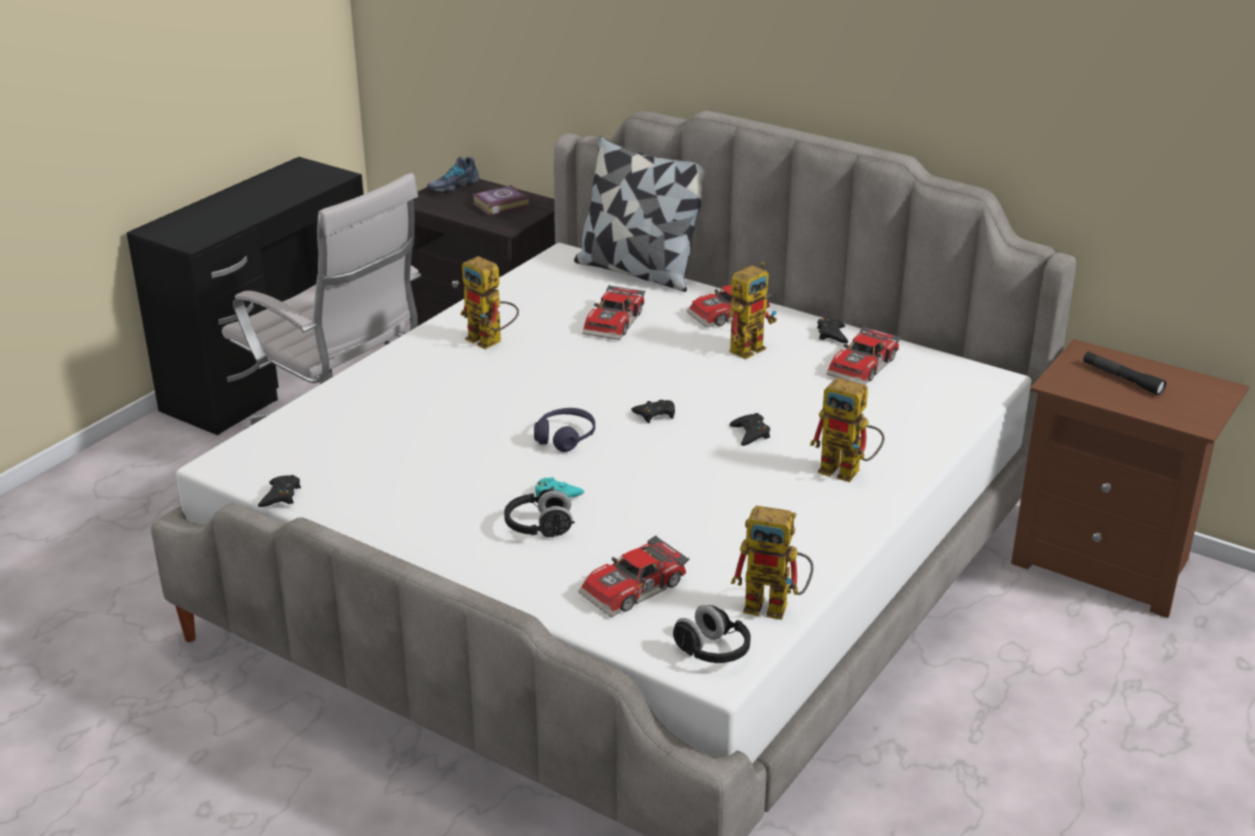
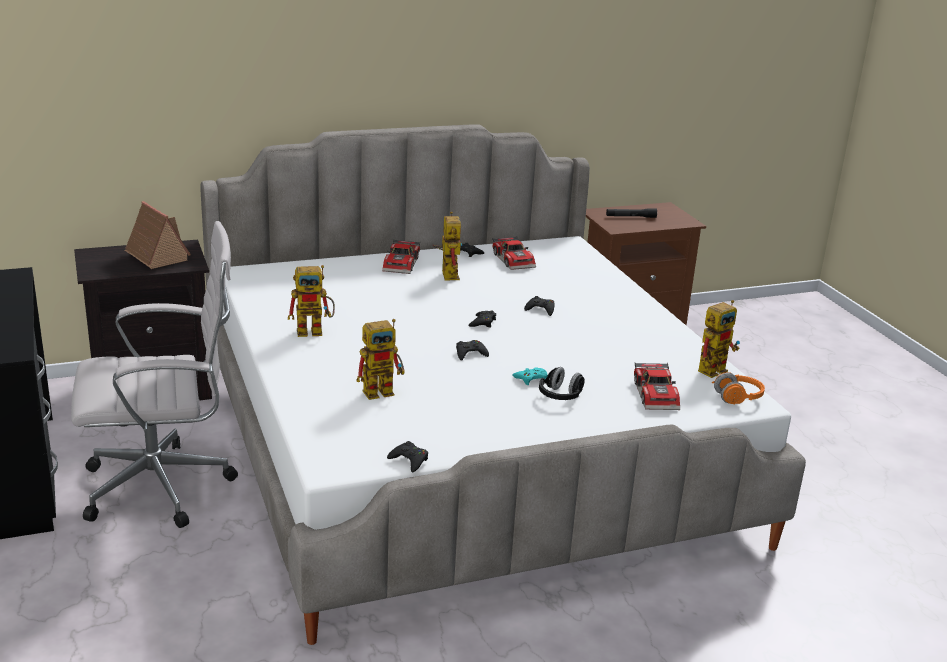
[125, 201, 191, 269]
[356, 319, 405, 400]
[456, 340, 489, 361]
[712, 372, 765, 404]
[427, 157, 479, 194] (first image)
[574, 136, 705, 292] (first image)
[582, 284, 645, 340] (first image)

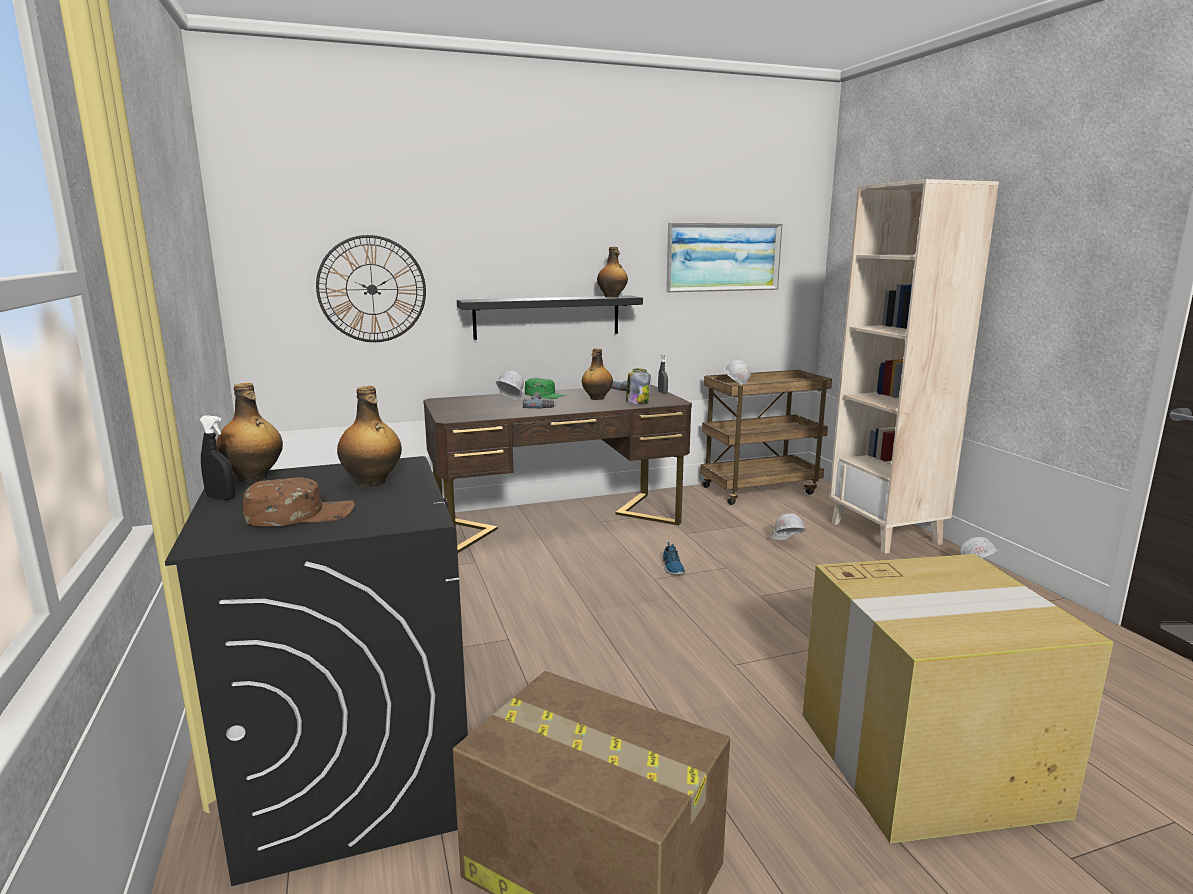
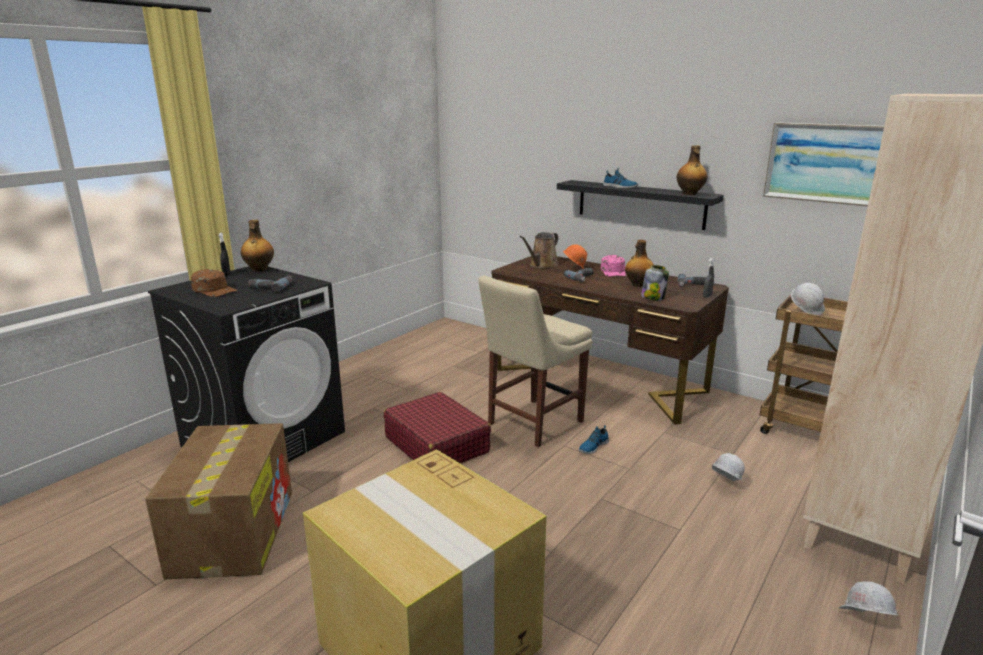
[248, 276, 293, 292]
[384, 392, 491, 464]
[478, 275, 593, 448]
[520, 232, 559, 268]
[563, 244, 587, 269]
[601, 255, 627, 276]
[603, 168, 638, 189]
[316, 235, 426, 342] (first image)

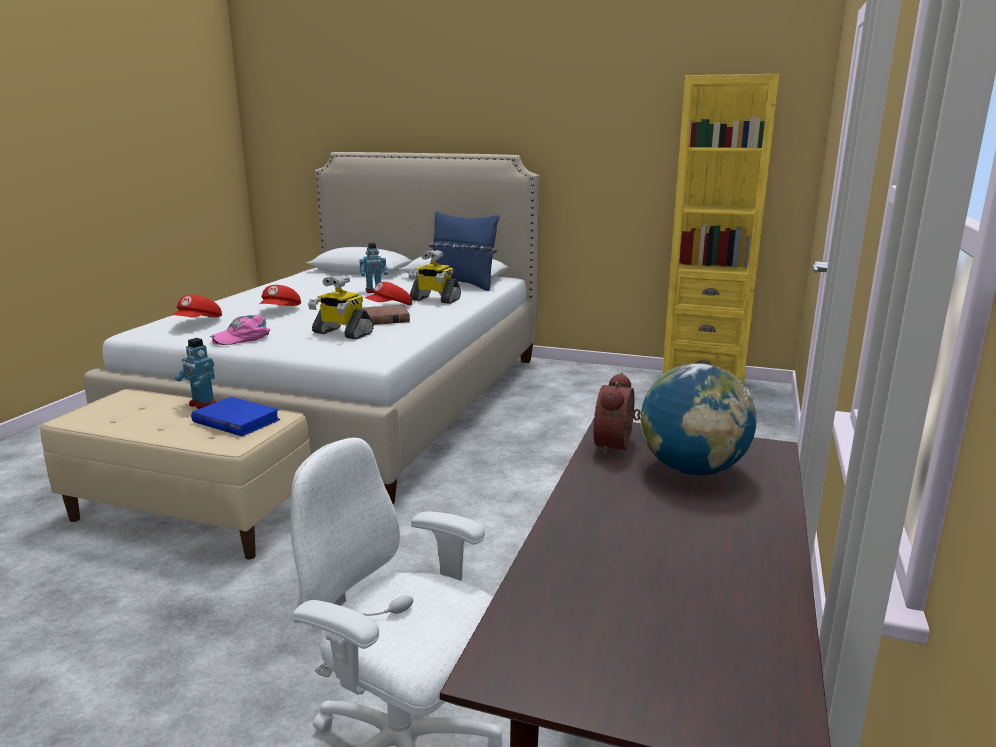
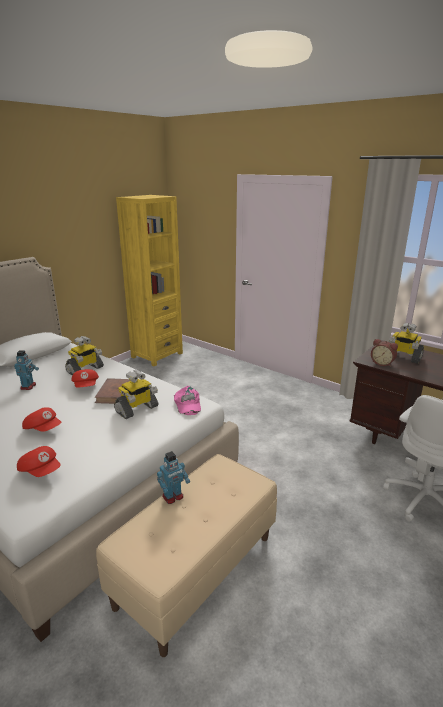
[174, 386, 201, 415]
[389, 323, 424, 364]
[191, 397, 280, 437] (first image)
[428, 211, 500, 291] (first image)

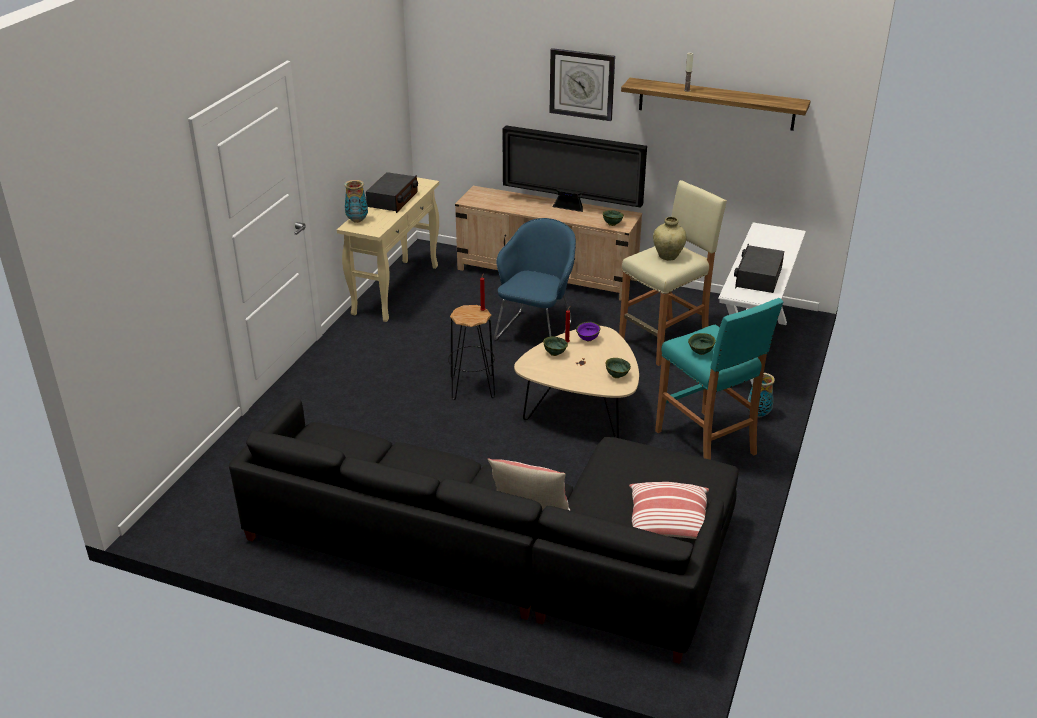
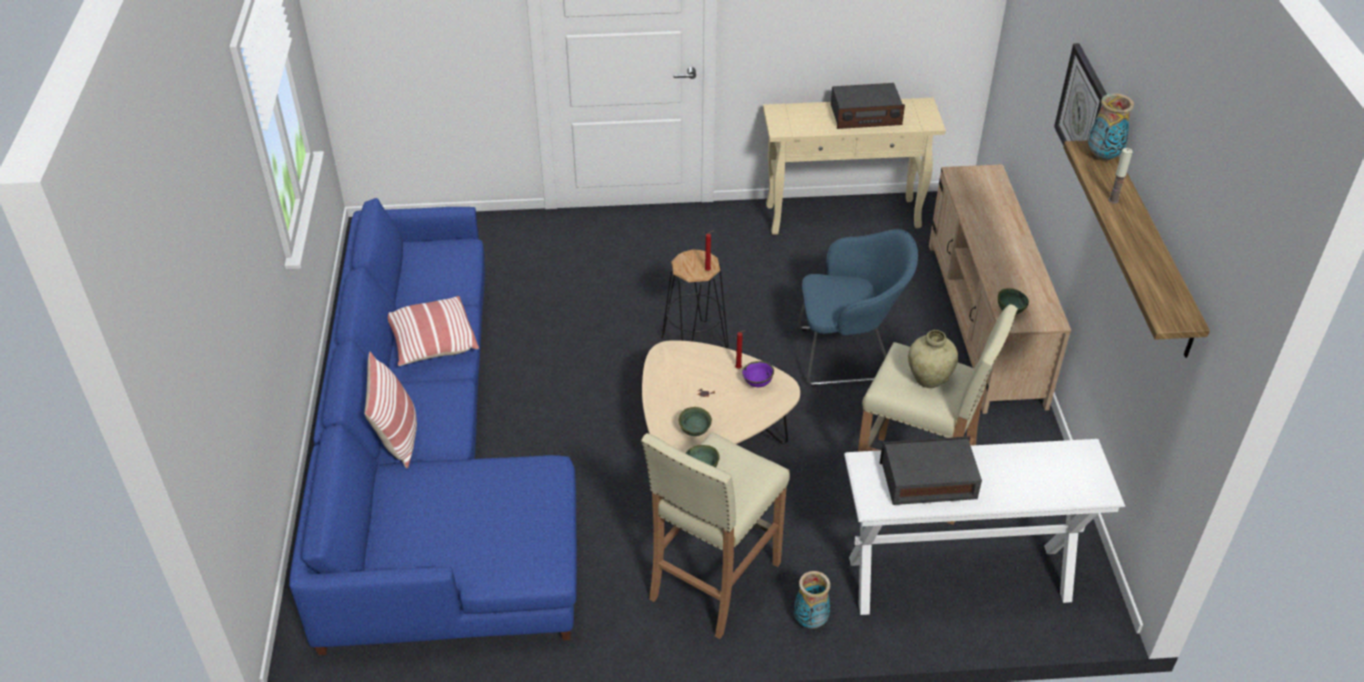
[289, 198, 577, 655]
[388, 296, 479, 366]
[641, 432, 790, 639]
[1088, 93, 1134, 161]
[502, 126, 647, 212] (first image)
[543, 336, 568, 356] (first image)

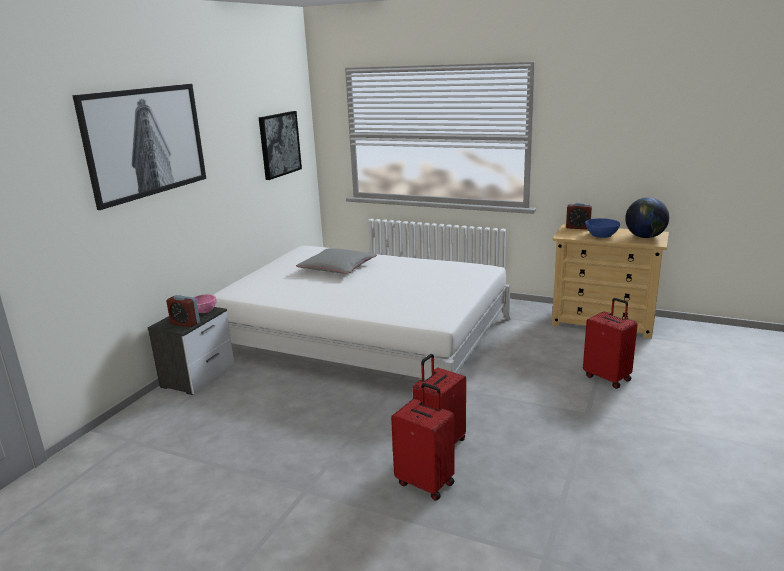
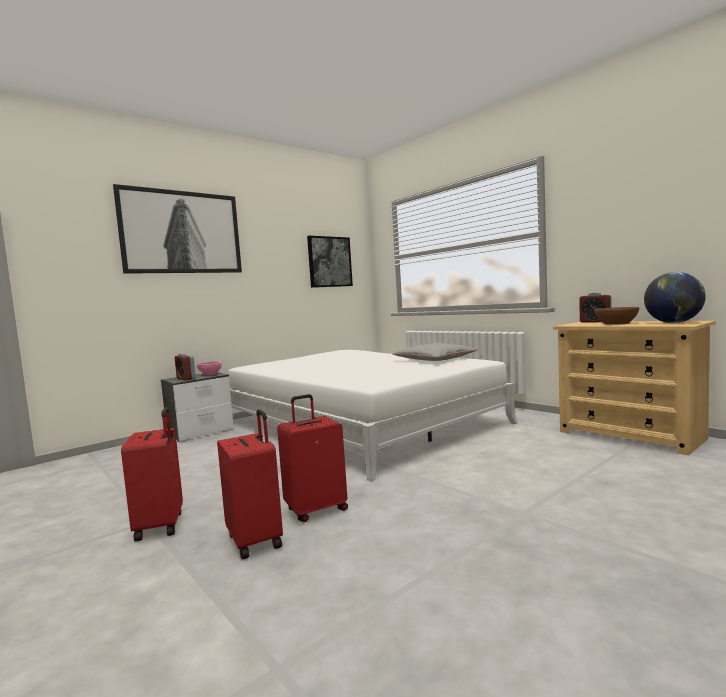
[121, 407, 183, 541]
[392, 343, 478, 361]
[595, 307, 639, 325]

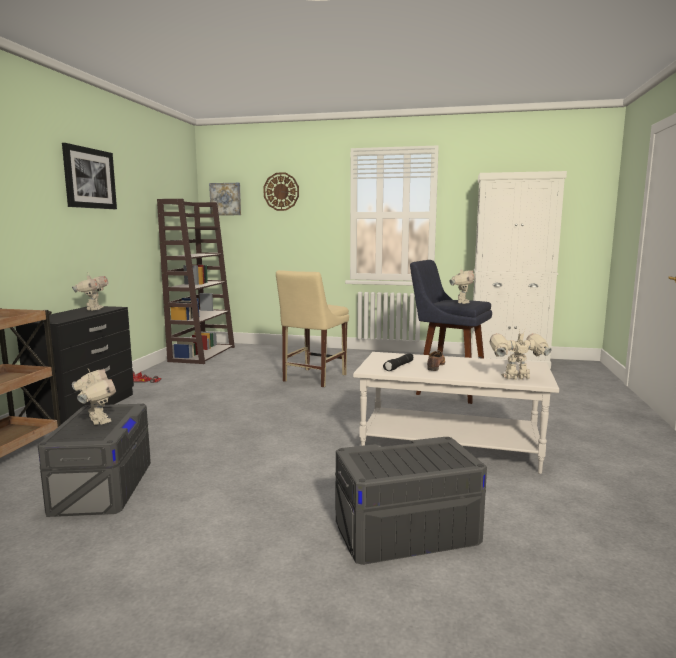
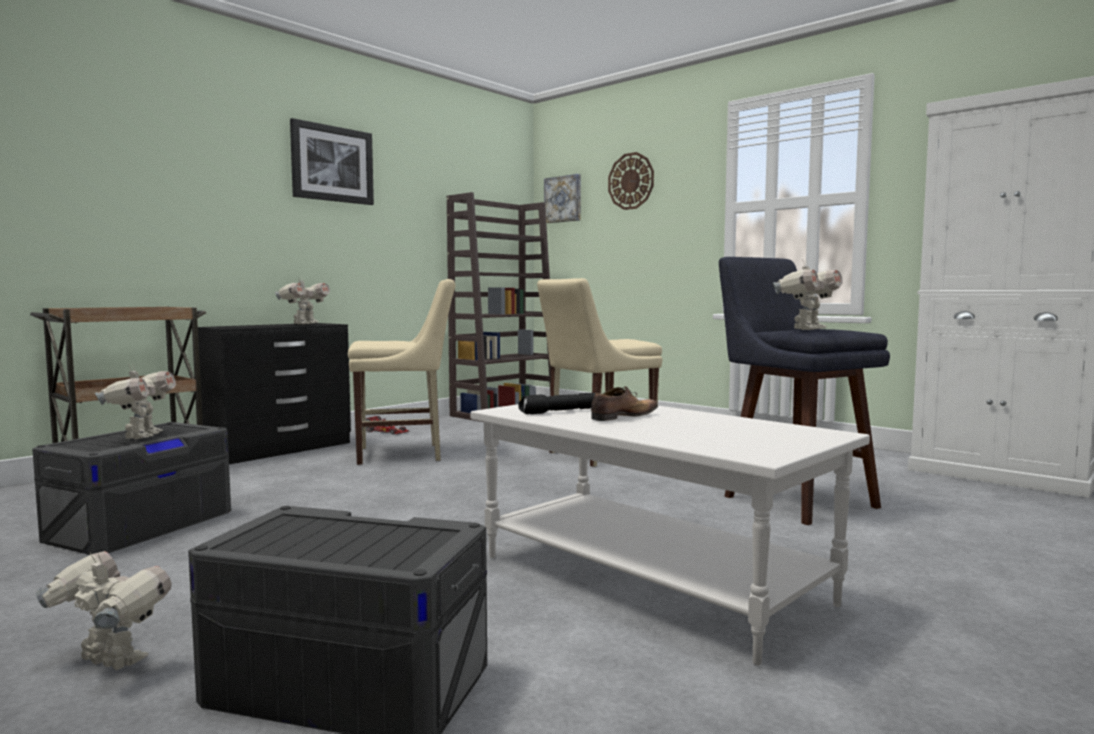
[36, 551, 172, 671]
[348, 279, 455, 465]

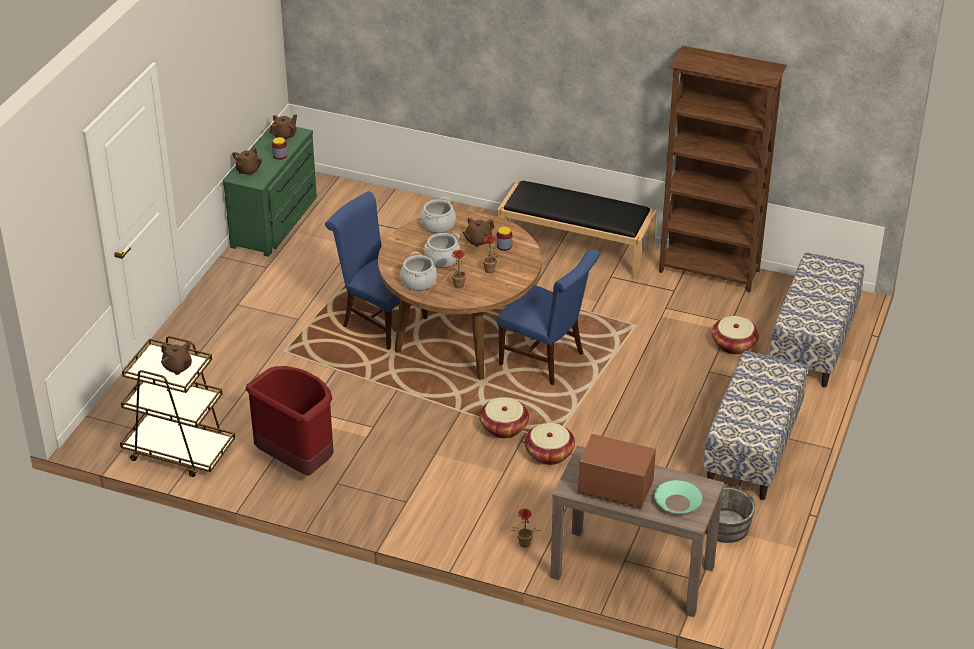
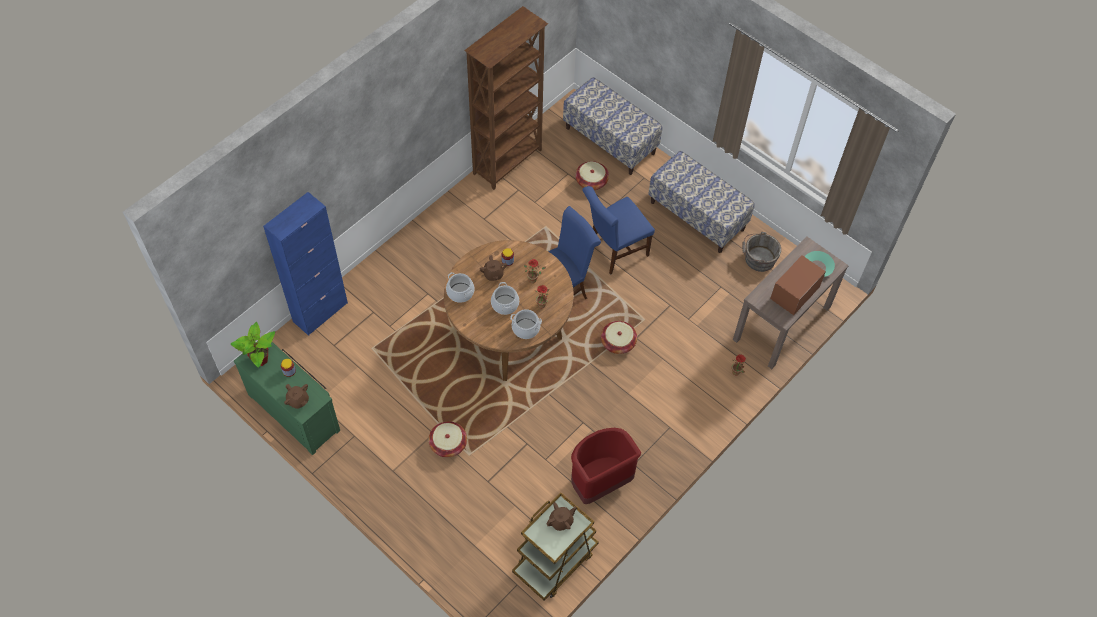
[231, 322, 275, 368]
[263, 192, 348, 336]
[429, 421, 467, 458]
[582, 186, 655, 274]
[497, 181, 657, 279] (first image)

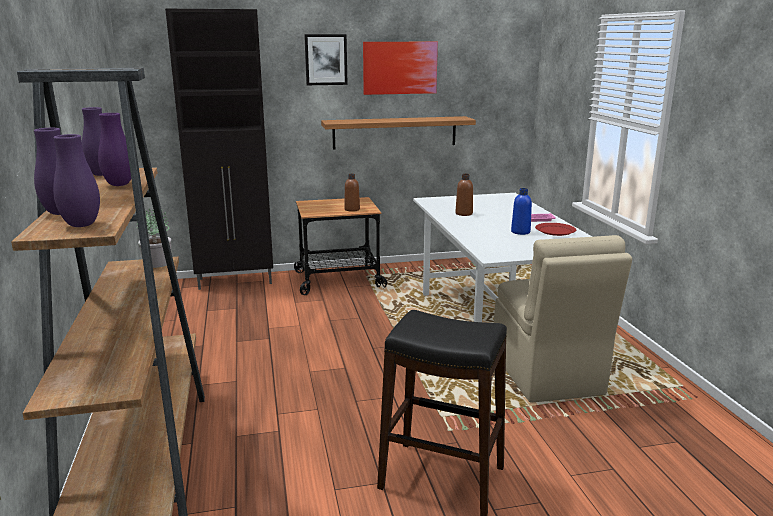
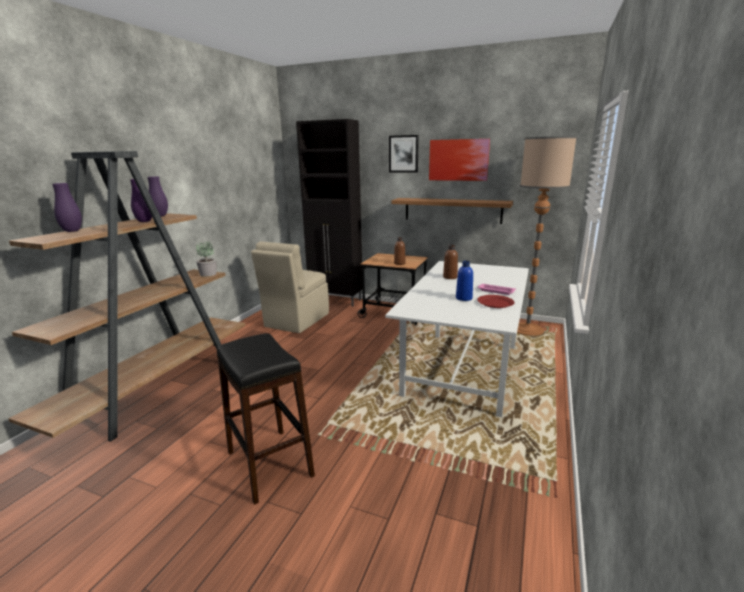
[251, 241, 329, 333]
[517, 136, 577, 336]
[53, 134, 100, 227] (first image)

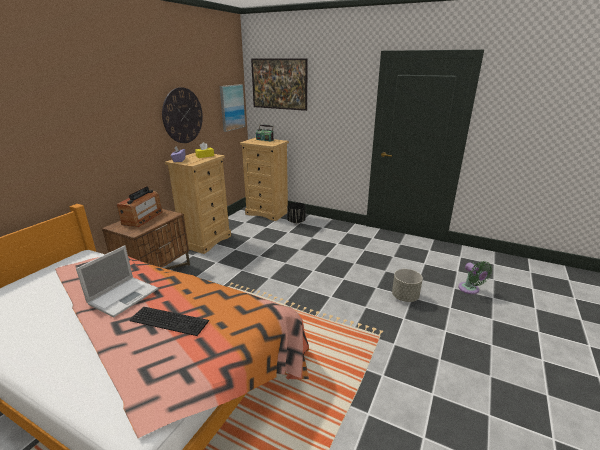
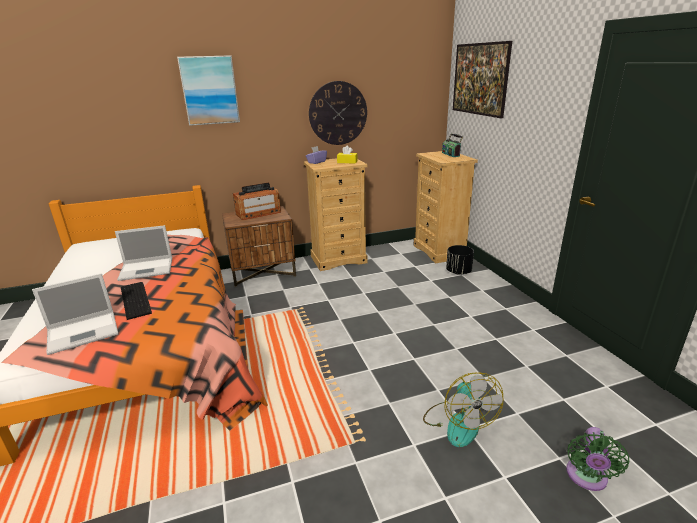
[32, 273, 118, 355]
[177, 55, 240, 126]
[423, 372, 503, 447]

